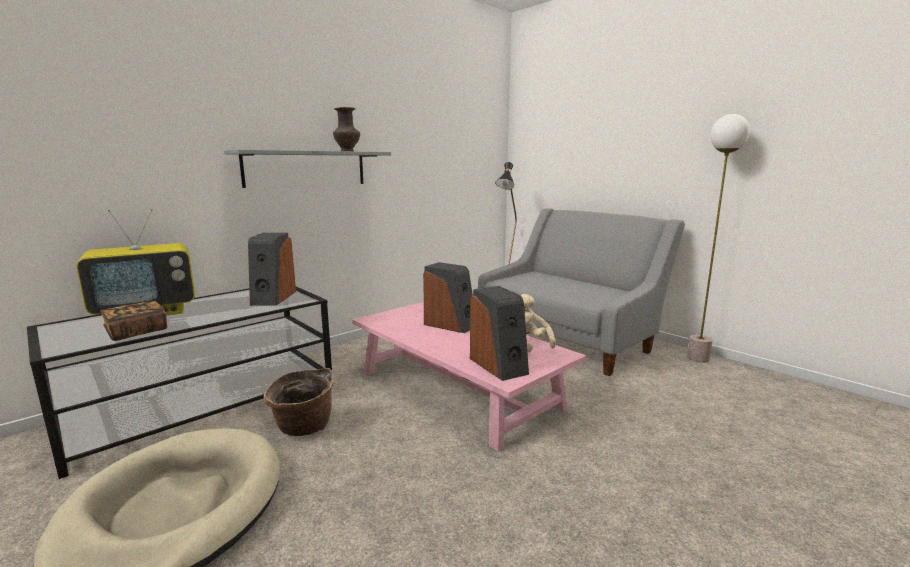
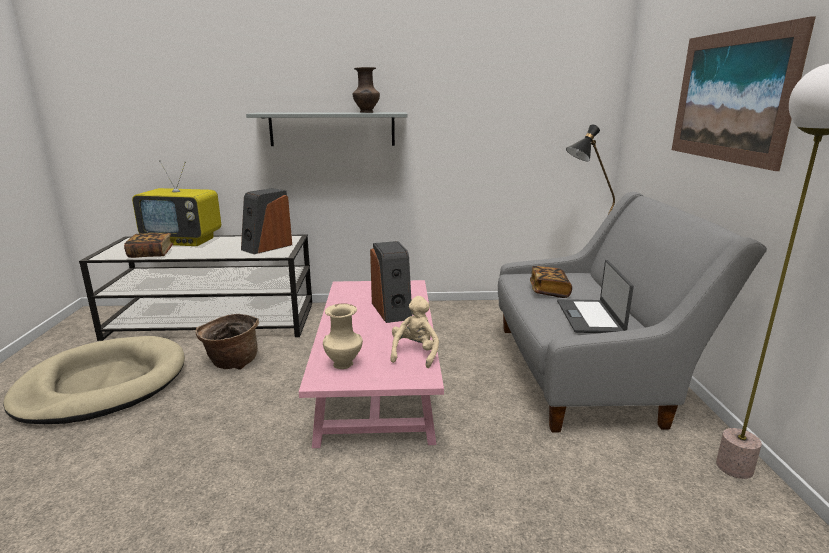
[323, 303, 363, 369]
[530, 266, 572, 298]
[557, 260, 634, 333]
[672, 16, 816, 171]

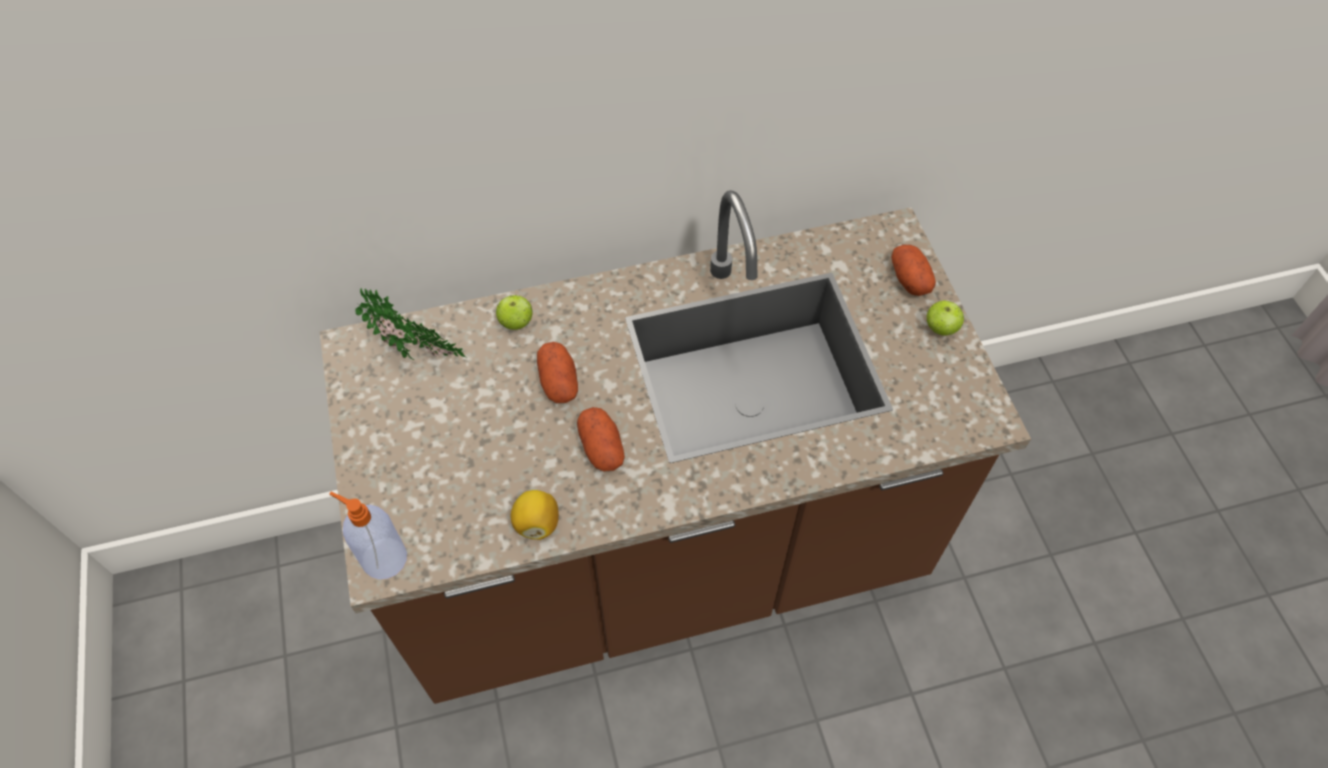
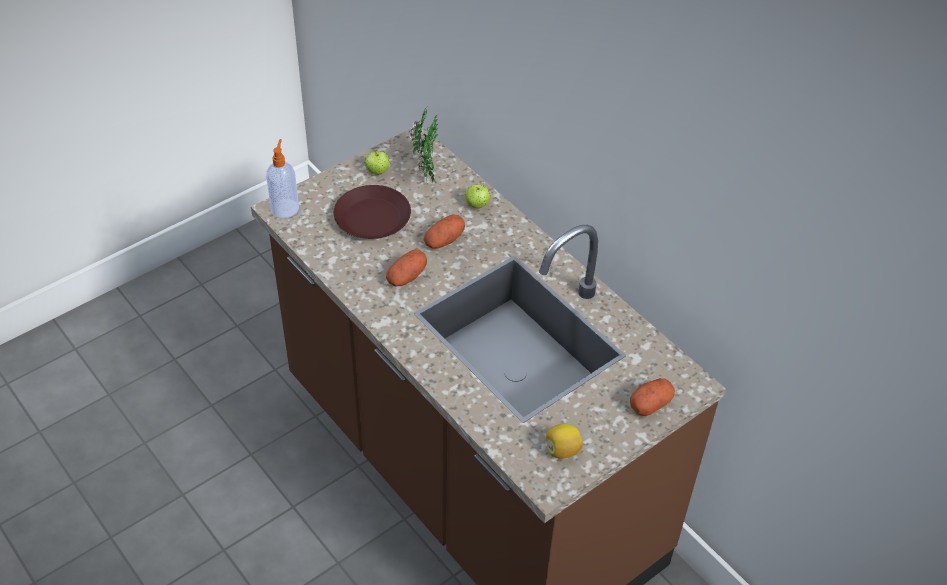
[334, 185, 411, 239]
[365, 150, 390, 175]
[546, 424, 583, 459]

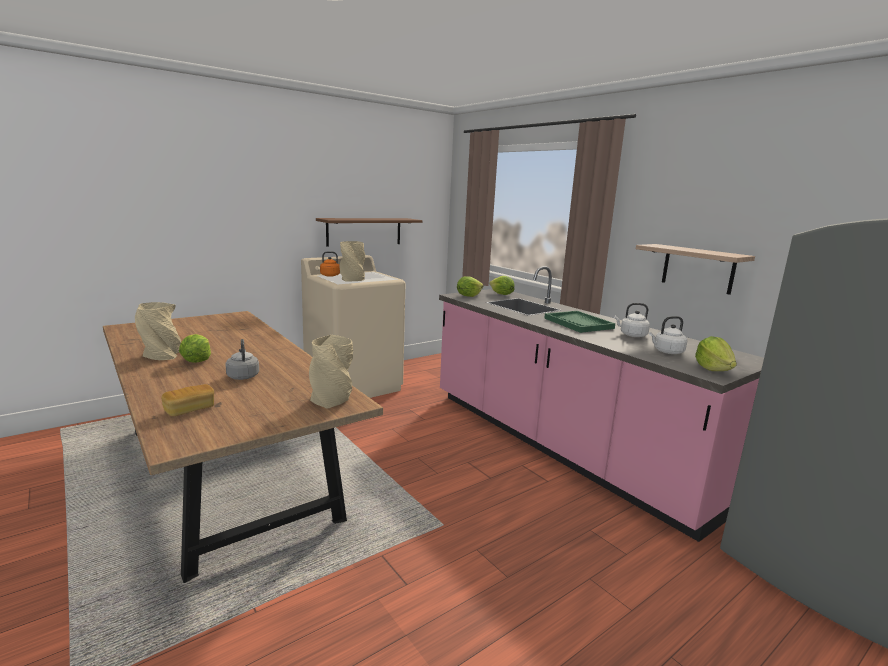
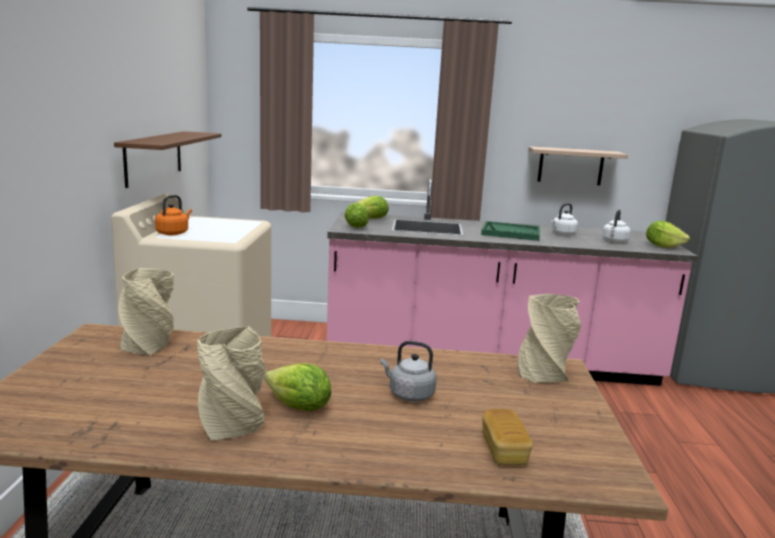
[119, 268, 174, 356]

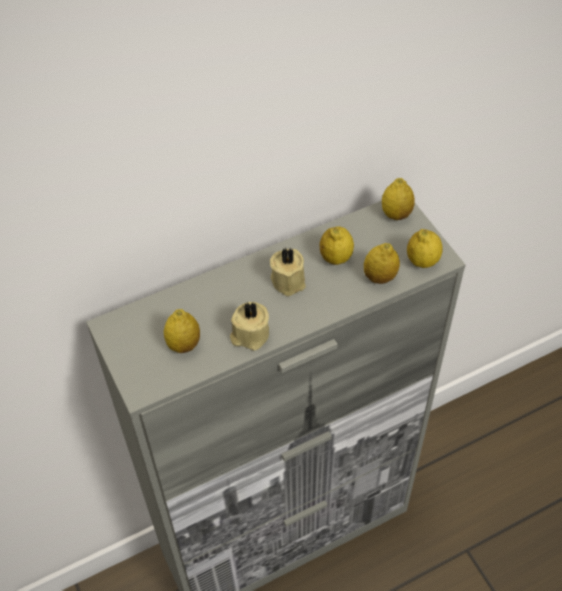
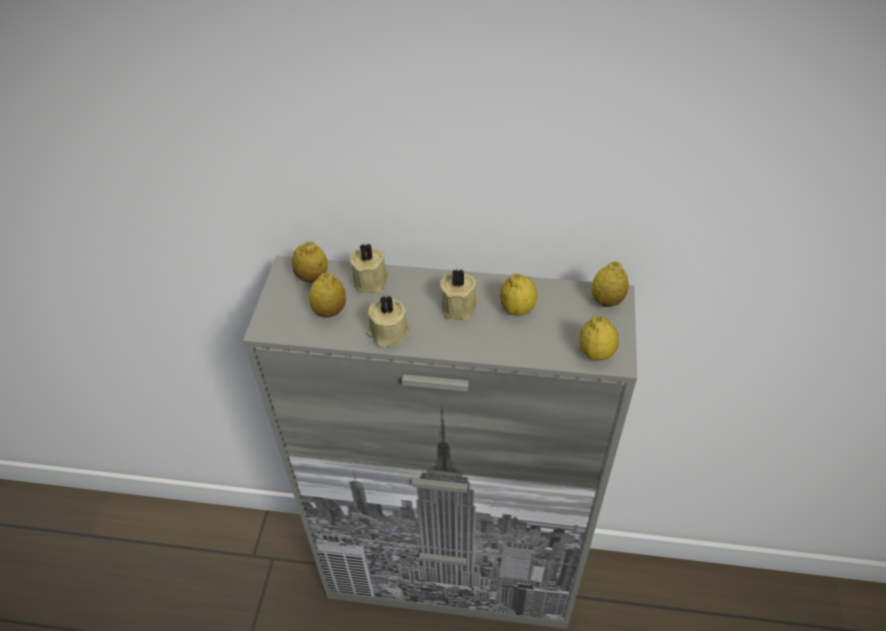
[292, 241, 328, 282]
[349, 243, 389, 294]

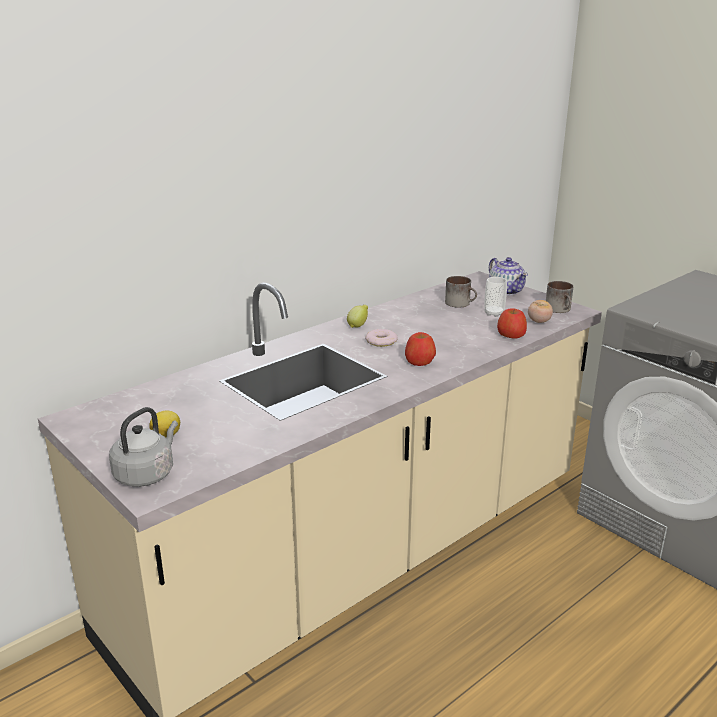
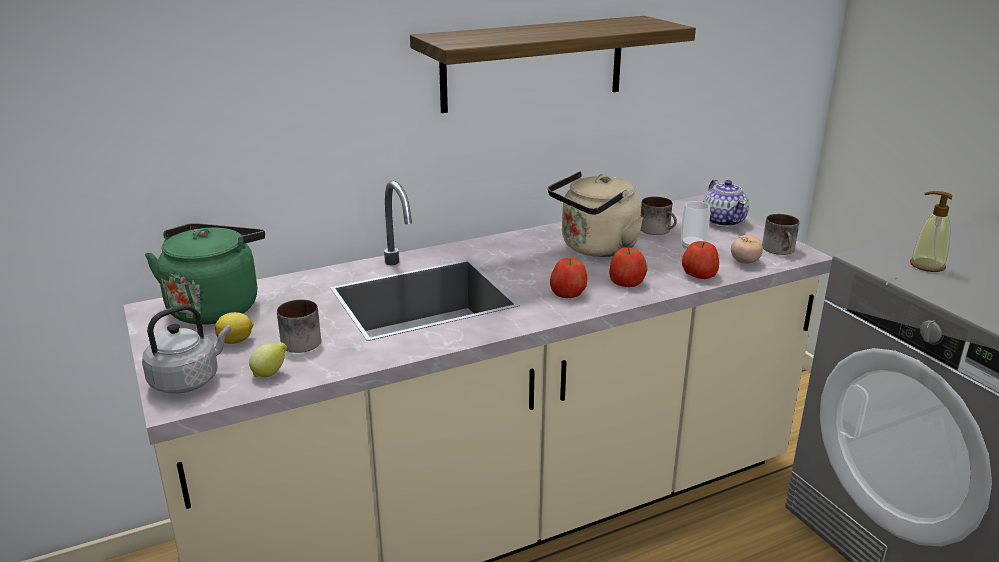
[145, 223, 265, 325]
[249, 342, 287, 377]
[277, 299, 321, 353]
[410, 16, 696, 113]
[548, 171, 643, 257]
[609, 247, 647, 287]
[910, 191, 953, 272]
[365, 329, 398, 347] (first image)

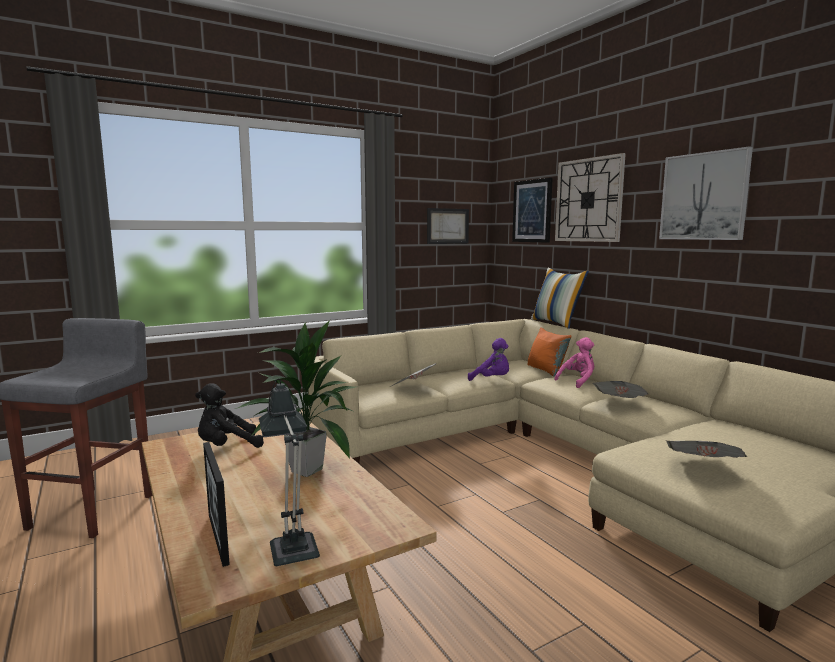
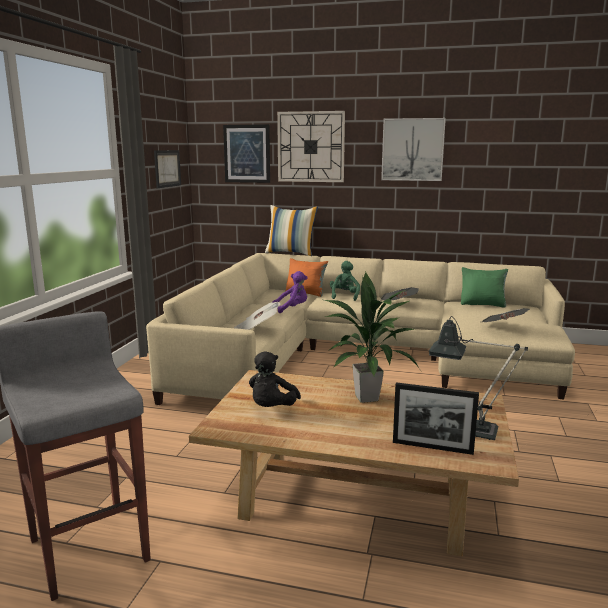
[330, 261, 360, 301]
[461, 267, 508, 308]

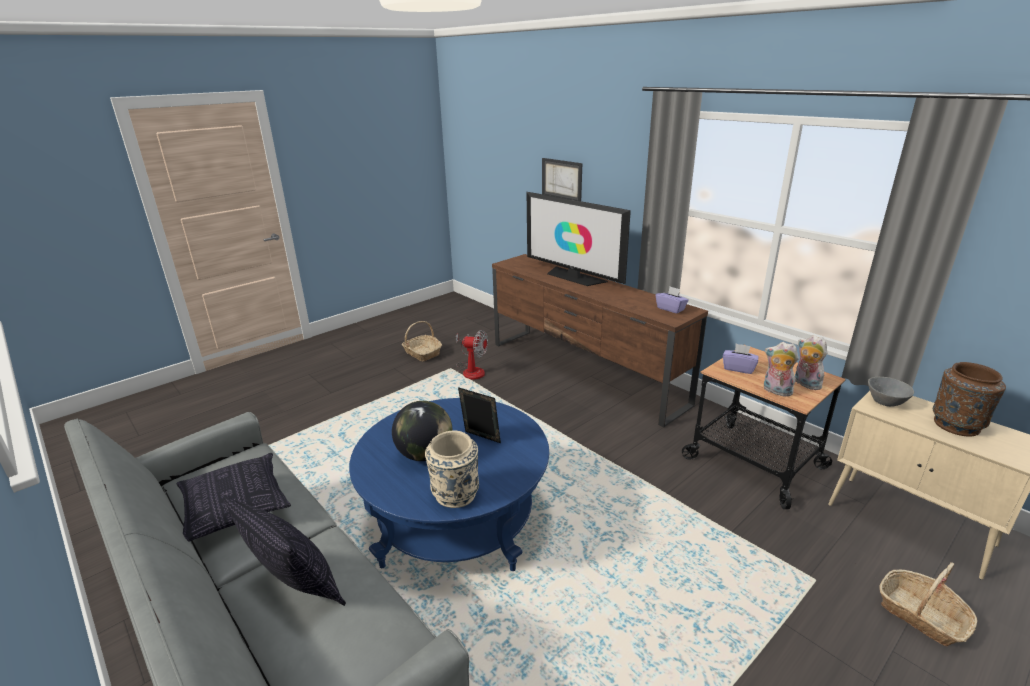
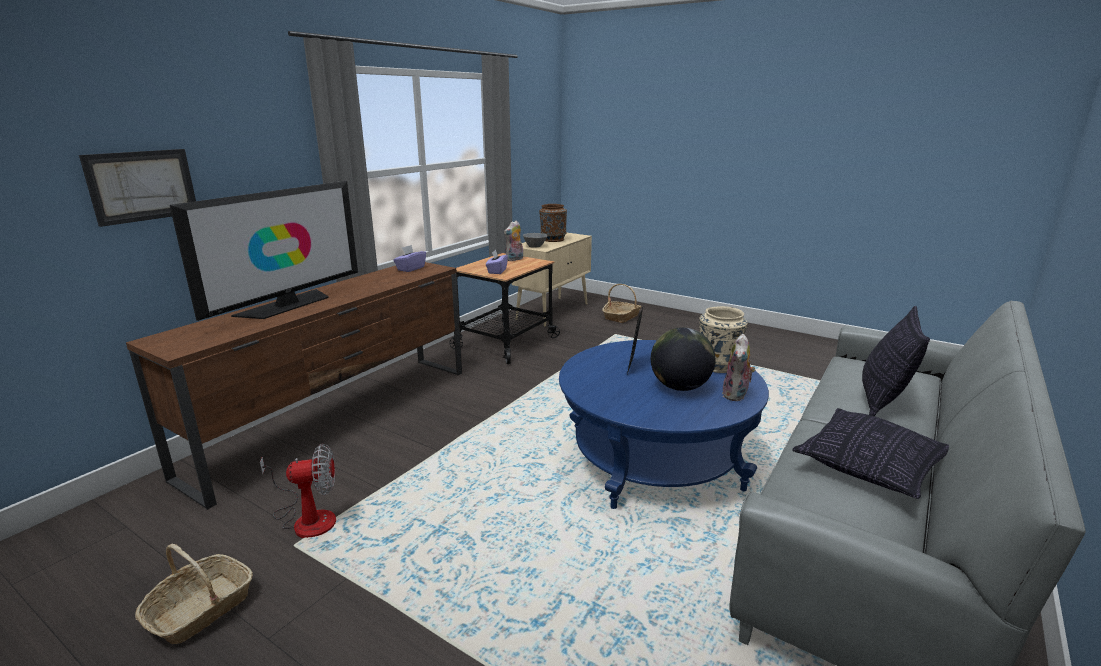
[260, 444, 336, 538]
[722, 334, 756, 401]

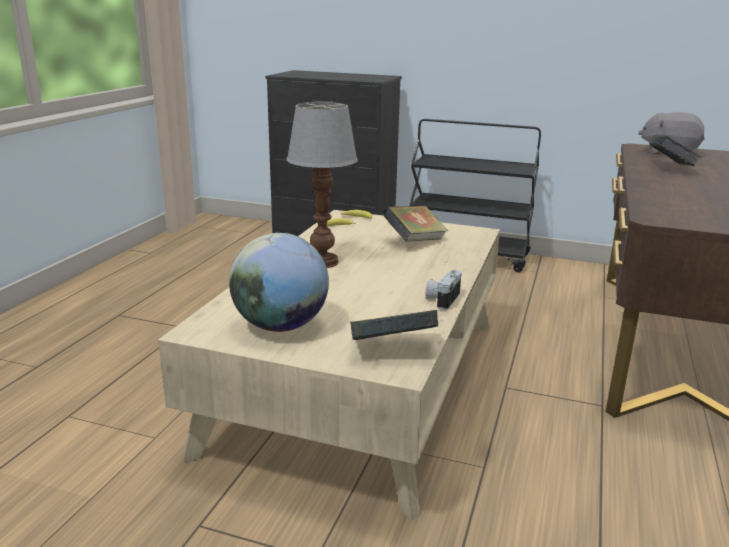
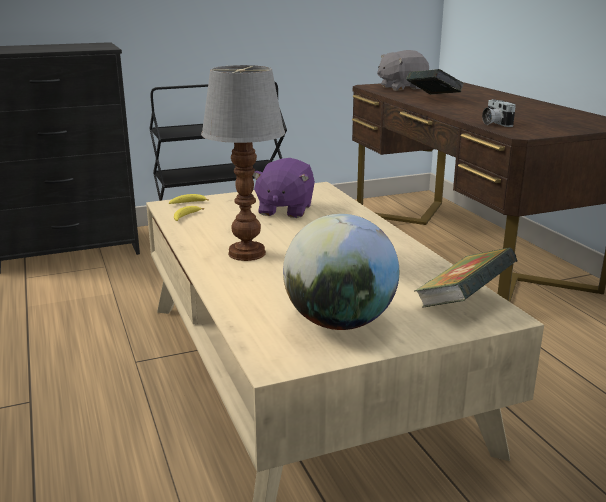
[252, 158, 315, 218]
[482, 99, 516, 127]

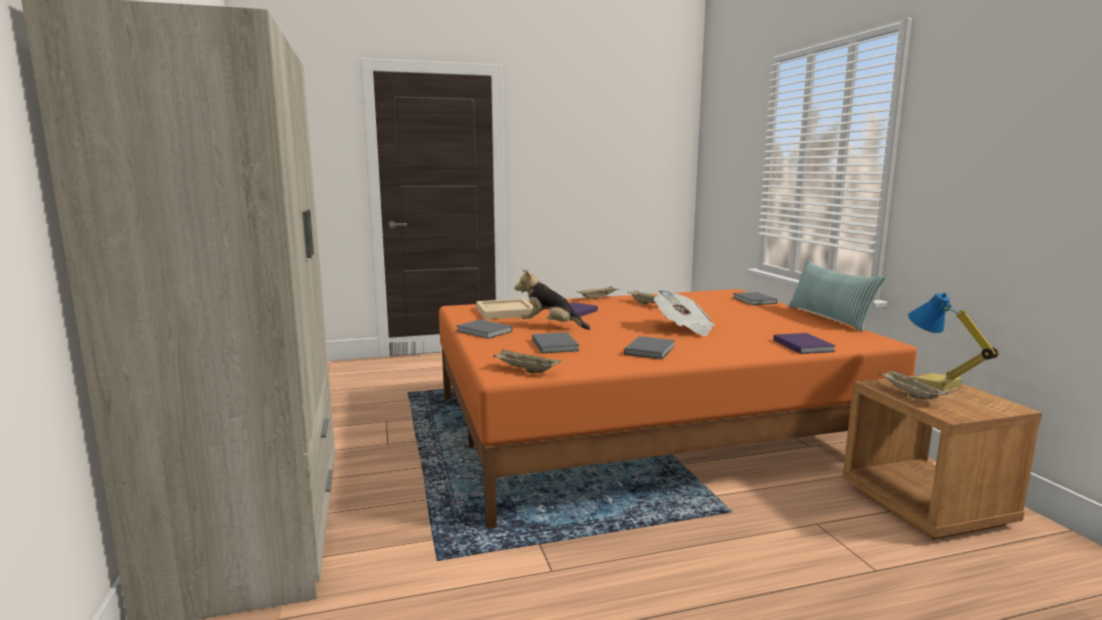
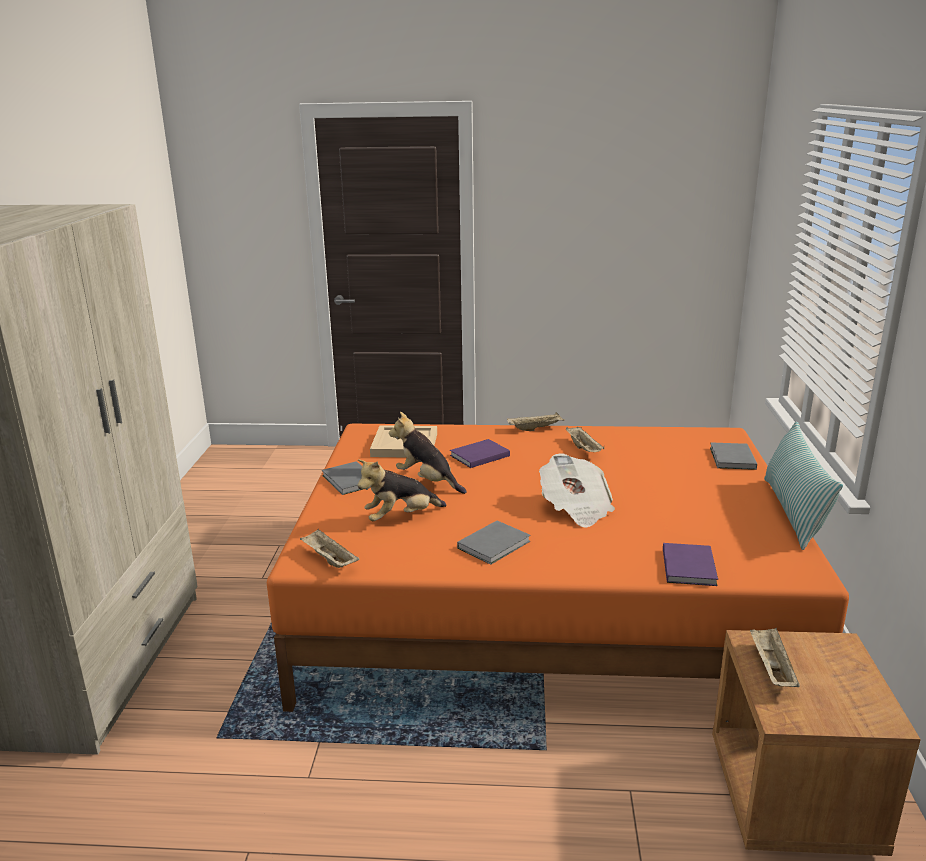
[358, 459, 447, 521]
[908, 293, 999, 392] (first image)

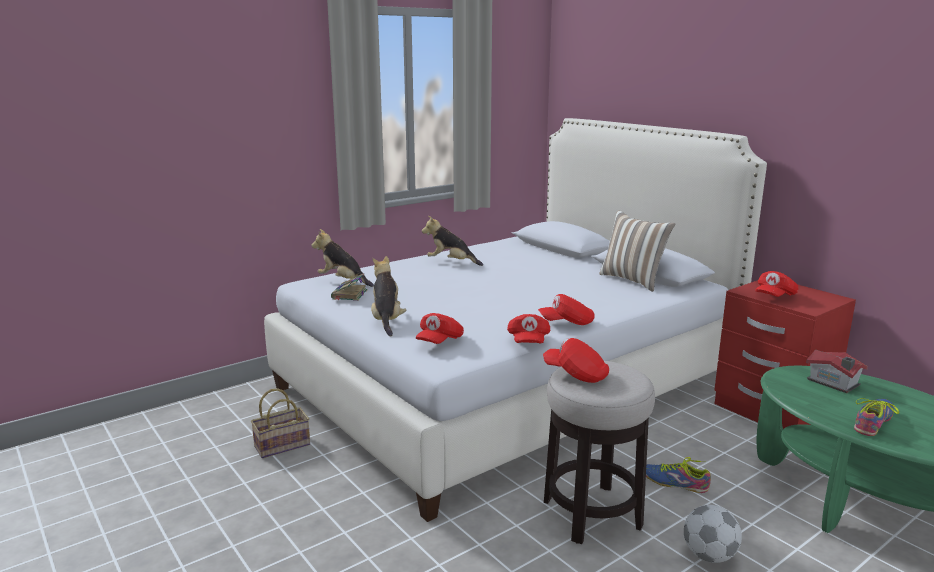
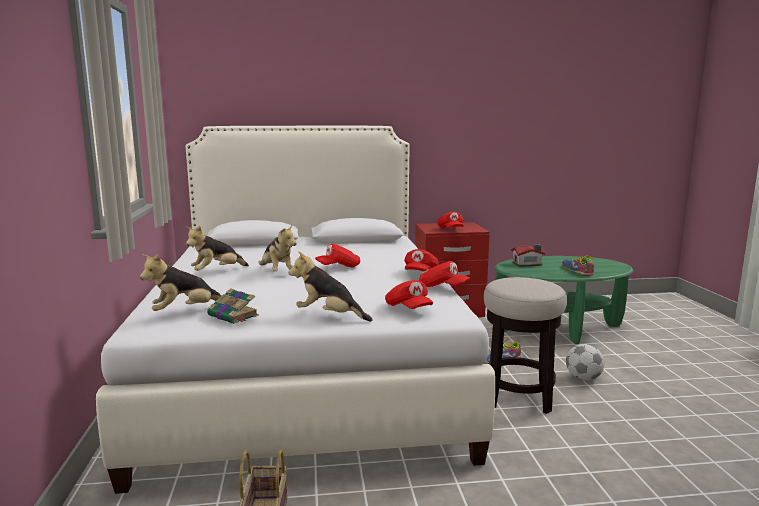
[258, 224, 297, 271]
[315, 244, 360, 267]
[599, 210, 675, 292] (first image)

